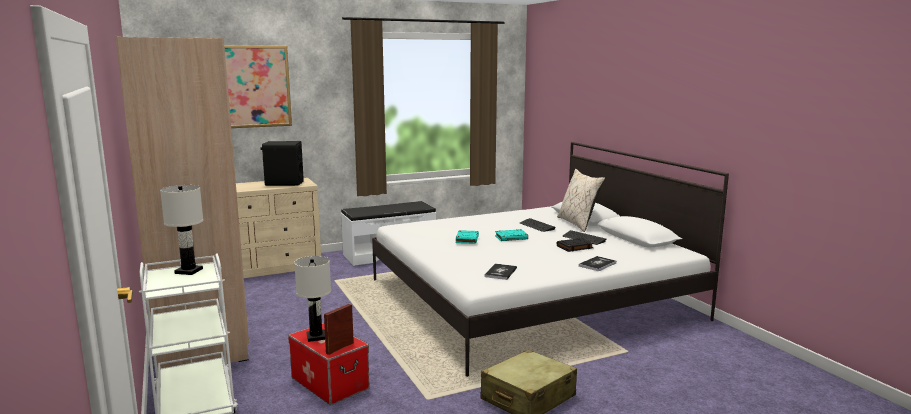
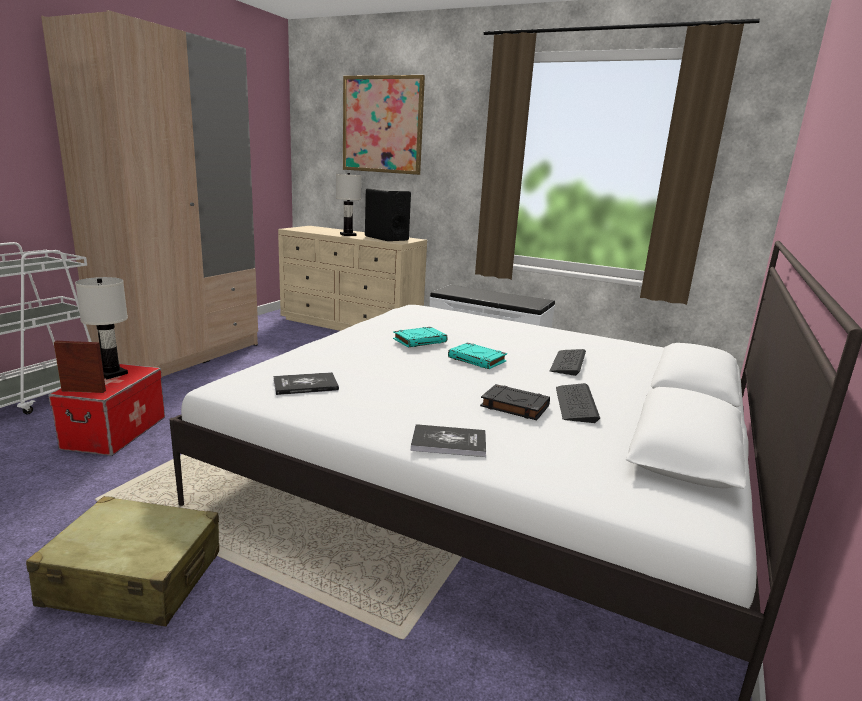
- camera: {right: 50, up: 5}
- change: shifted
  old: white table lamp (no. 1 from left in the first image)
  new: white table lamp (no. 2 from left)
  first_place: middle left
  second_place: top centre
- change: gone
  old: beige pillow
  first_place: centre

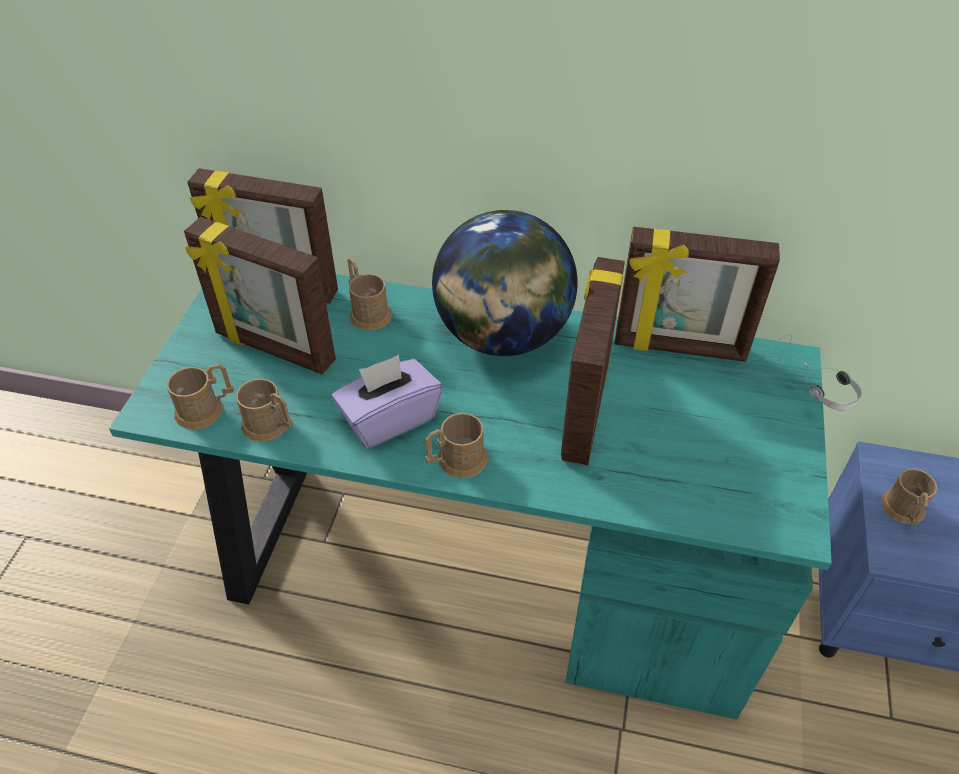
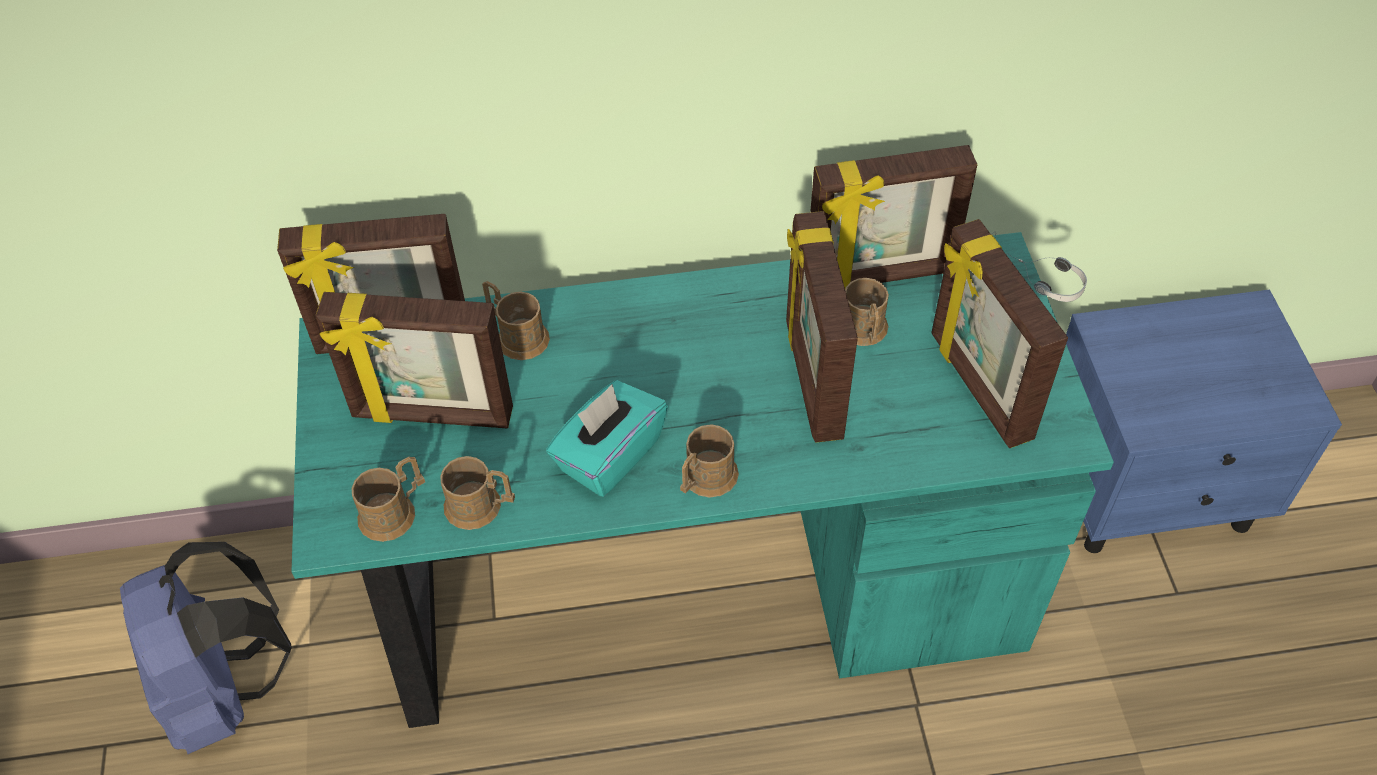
- camera: {right: -20, up: 5}
- change: new
  new: blue backpack
  second_place: bottom left
- change: repainted
  old: purple tissue box
  new: turquoise tissue box
  first_place: centre
  second_place: centre
- change: shifted
  old: brown mug (no. 5 from left)
  first_place: middle right
  second_place: centre
- change: new
  new: picture frame (no. 5 from left)
  second_place: middle right
- change: gone
  old: globe
  first_place: centre

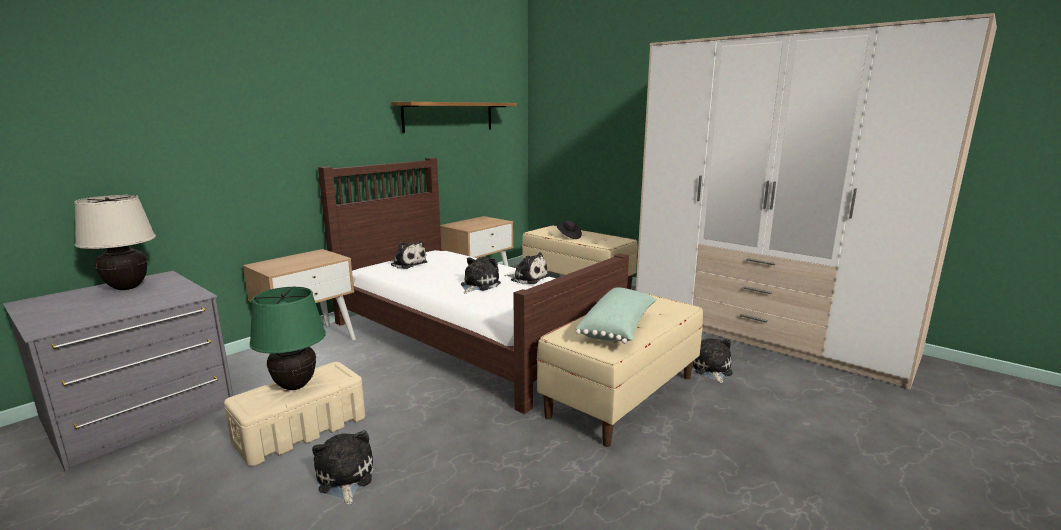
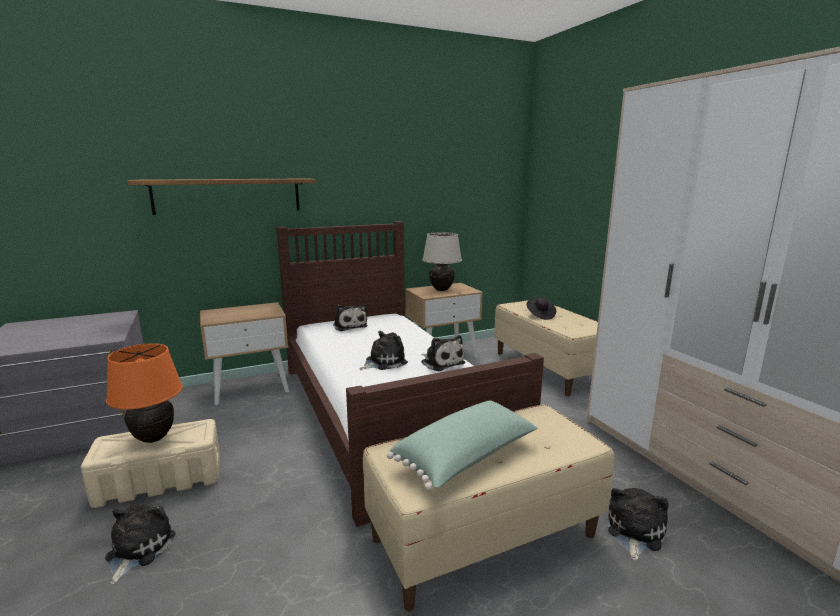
- camera: {right: 25, up: 0}
- change: repainted
  old: green table lamp
  new: orange table lamp
  first_place: middle left
  second_place: middle left
- change: shifted
  old: shelf
  first_place: top centre
  second_place: top left
- change: shifted
  old: beige table lamp
  first_place: middle left
  second_place: centre

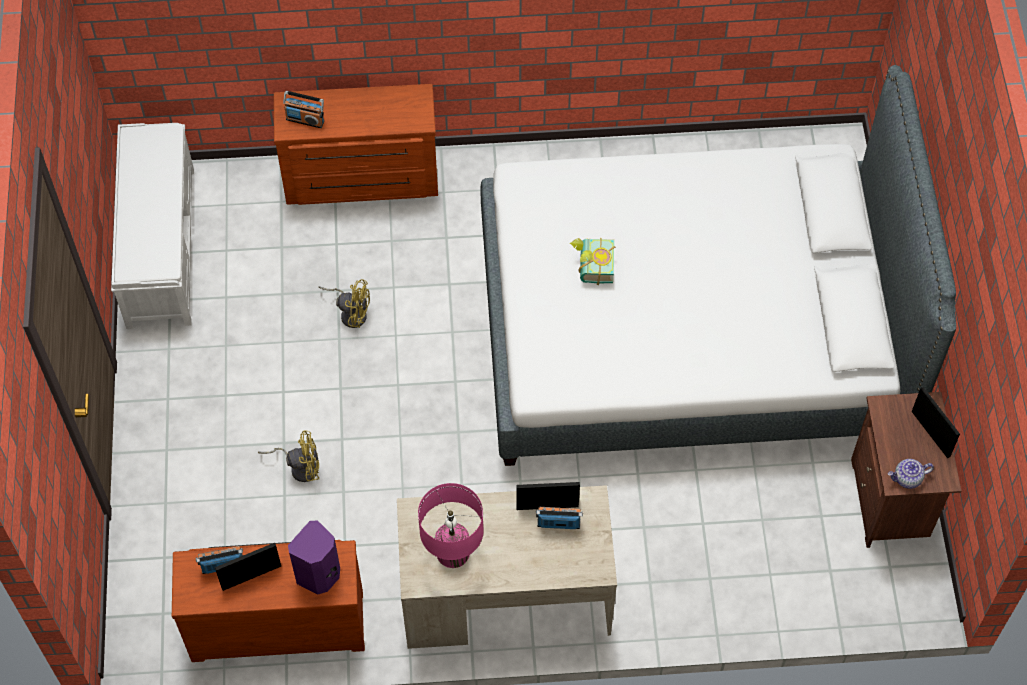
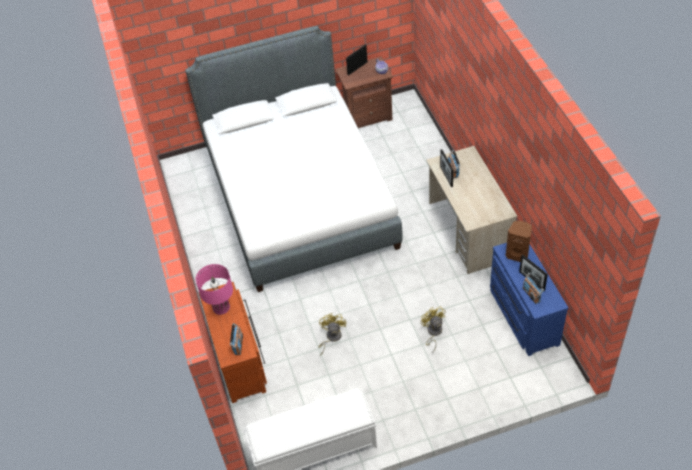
- camera: {right: -100, up: -10}
- change: shifted
  old: pink table lamp
  first_place: bottom centre
  second_place: middle left
- change: repainted
  old: brown dresser (no. 1 from left)
  new: blue dresser
  first_place: bottom left
  second_place: middle right
- change: repainted
  old: purple speaker
  new: brown speaker
  first_place: bottom left
  second_place: middle right
- change: gone
  old: book
  first_place: centre

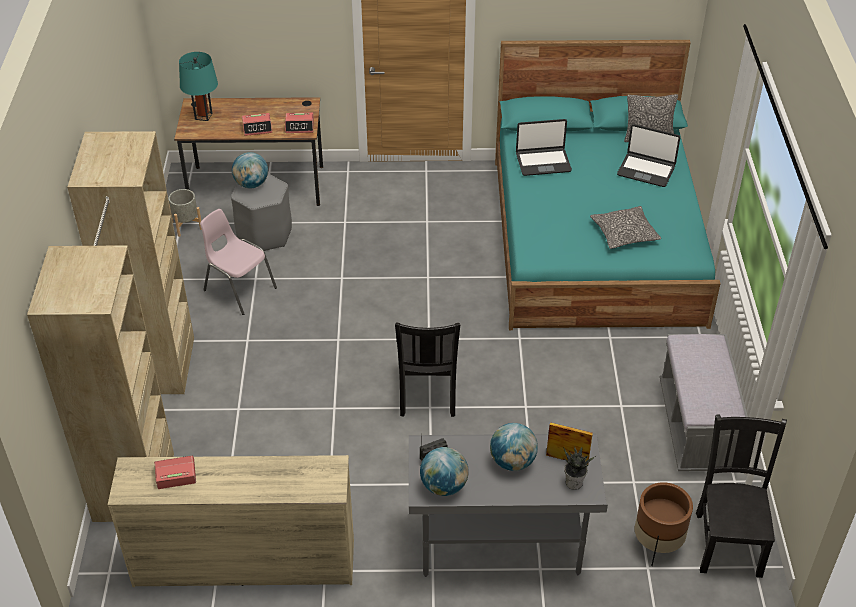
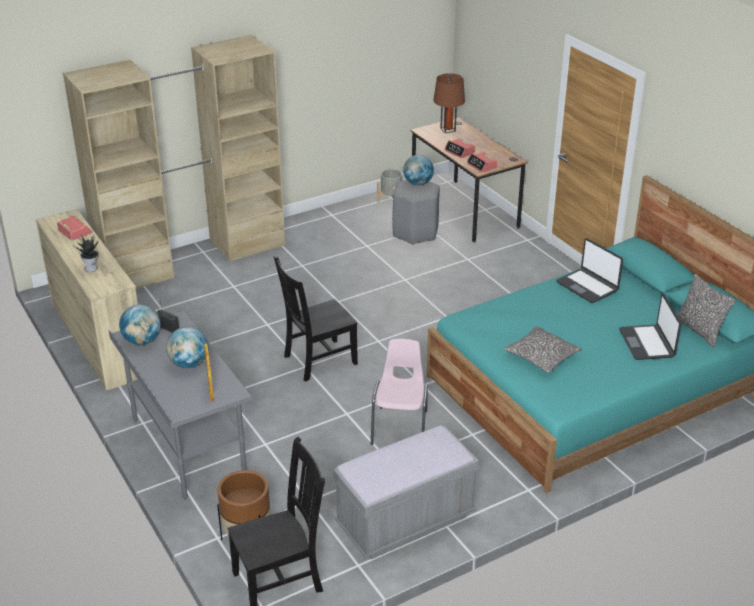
- camera: {right: 60, up: -10}
- change: shifted
  old: potted plant
  first_place: bottom right
  second_place: middle left
- change: shifted
  old: pink chair
  first_place: middle left
  second_place: centre
- change: repainted
  old: turquoise table lamp
  new: brown table lamp
  first_place: top left
  second_place: top centre

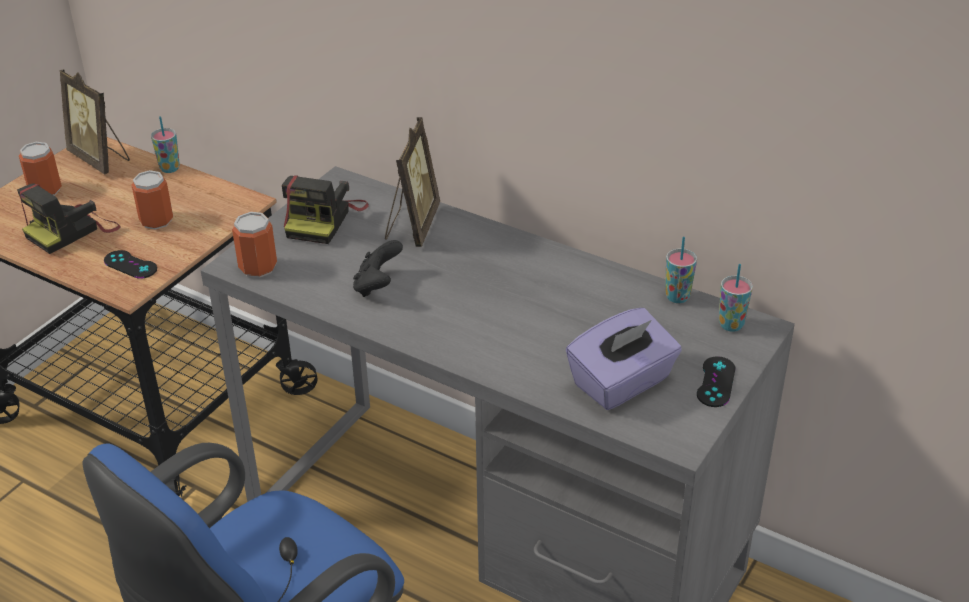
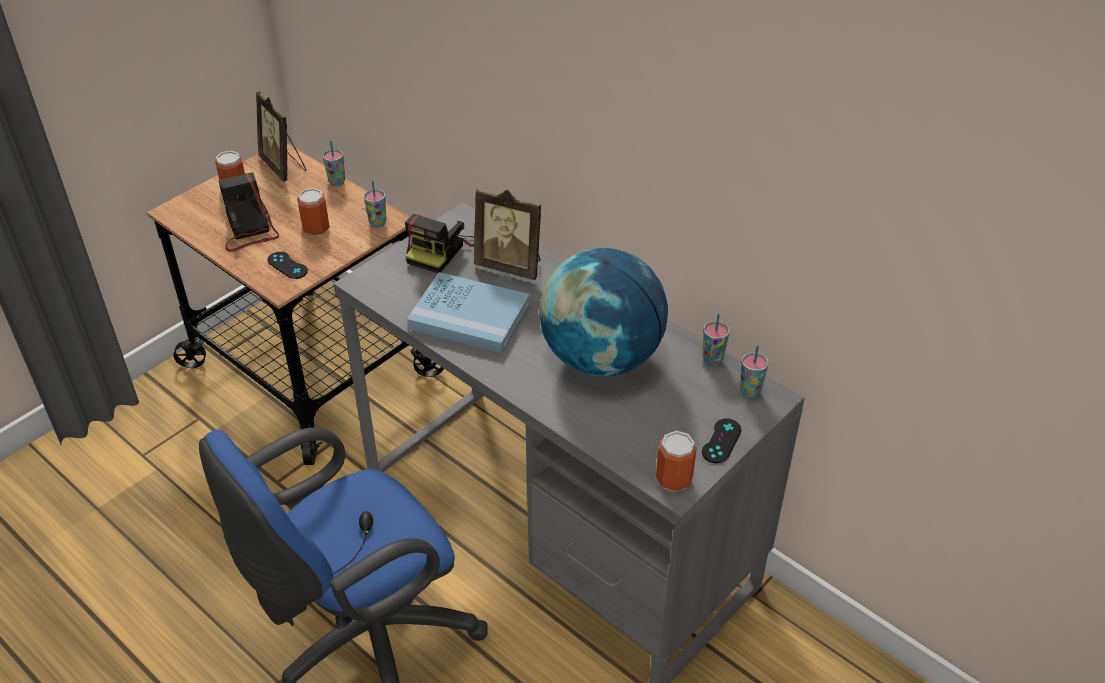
- camera: {right: 10, up: 5}
- change: rotated
  old: photo camera (no. 1 from left)
  first_place: middle left
  second_place: top left
  degrees: 105
- change: new
  new: cup (no. 2 from left)
  second_place: top centre
- change: swapped
  old: black game controller (no. 2 from left)
  new: blue book
  first_place: centre
  second_place: centre
- change: rotated
  old: picture frame (no. 2 from left)
  first_place: top centre
  second_place: centre
  degrees: 90
- change: new
  new: globe
  second_place: centre
- change: shifted
  old: can (no. 3 from left)
  first_place: middle left
  second_place: bottom centre
- change: gone
  old: purple tissue box
  first_place: centre

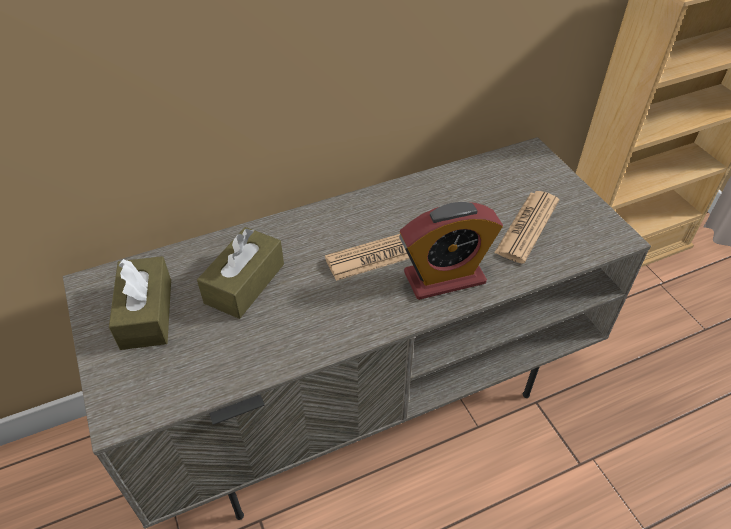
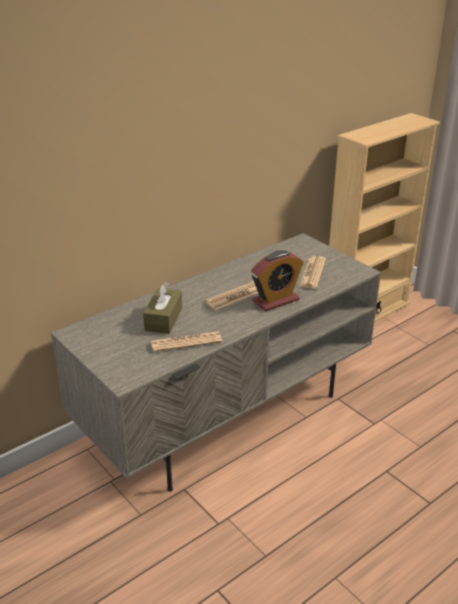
- camera: {right: -15, up: -15}
- change: new
  new: newspaper (no. 1 from left)
  second_place: centre
- change: gone
  old: brown tissue box (no. 1 from left)
  first_place: middle left

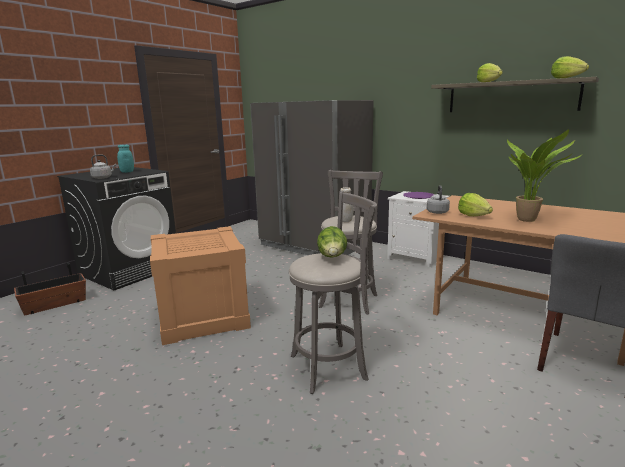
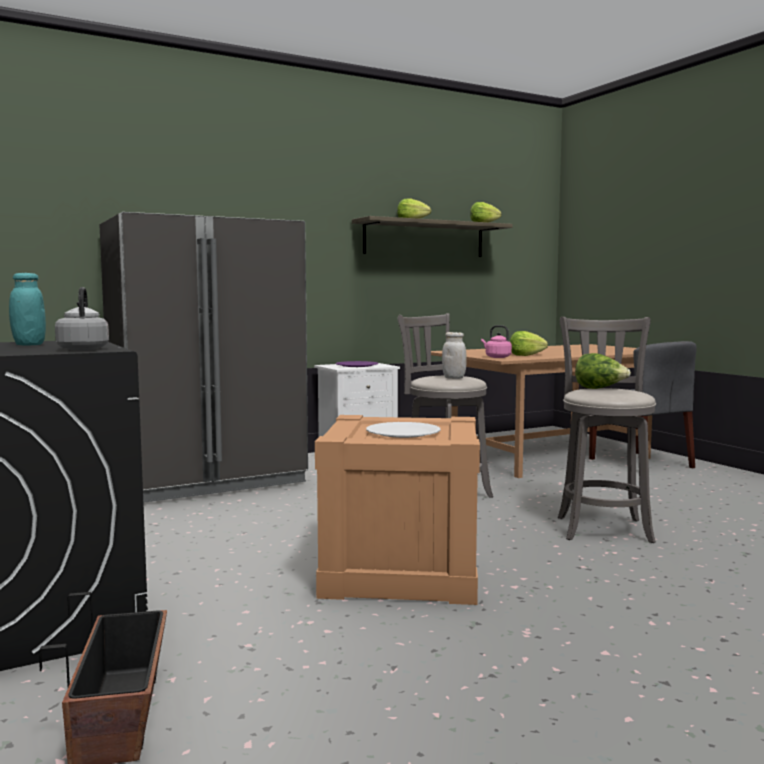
- camera: {right: -65, up: -10}
- change: new
  new: white plate
  second_place: centre
- change: repainted
  old: grey kettle (no. 2 from left)
  new: pink kettle
  first_place: middle right
  second_place: centre
- change: gone
  old: potted plant
  first_place: middle right

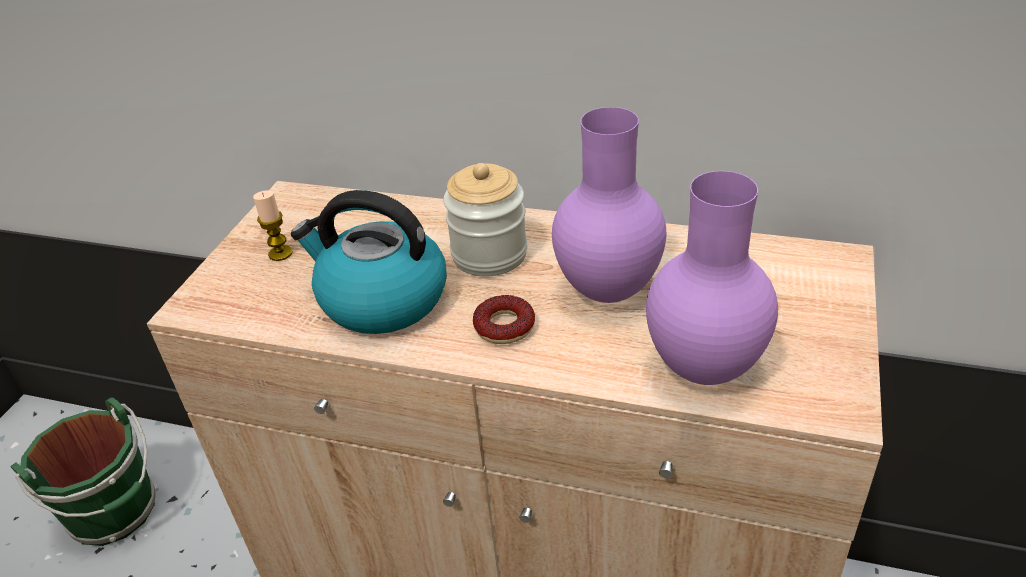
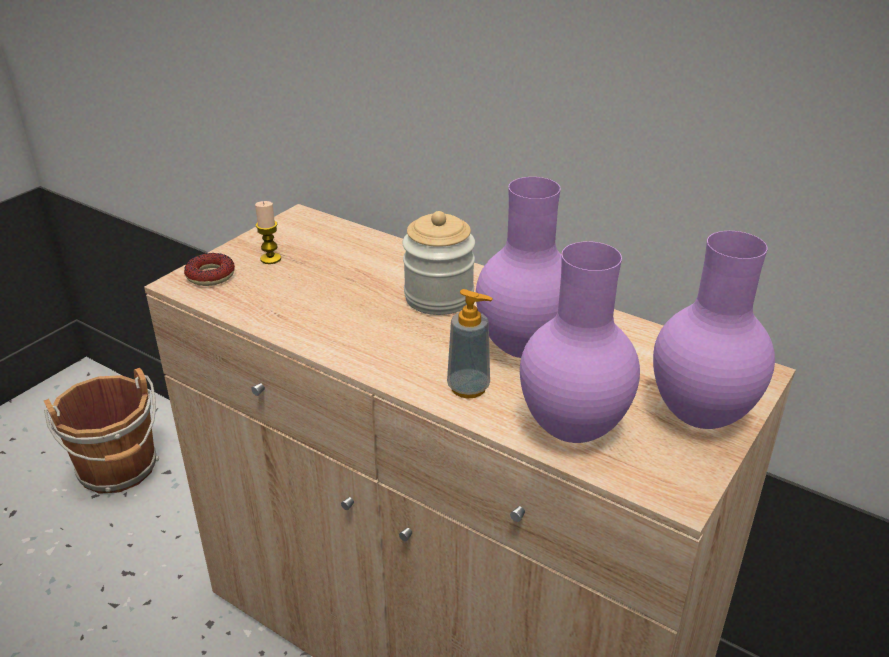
- camera: {right: 15, up: -5}
- change: repainted
  old: green bucket
  new: brown bucket
  first_place: bottom left
  second_place: middle left
- change: shifted
  old: donut
  first_place: centre
  second_place: middle left
- change: new
  new: soap dispenser
  second_place: centre
- change: new
  new: purple vase (no. 3 from left)
  second_place: middle right
- change: gone
  old: kettle
  first_place: centre

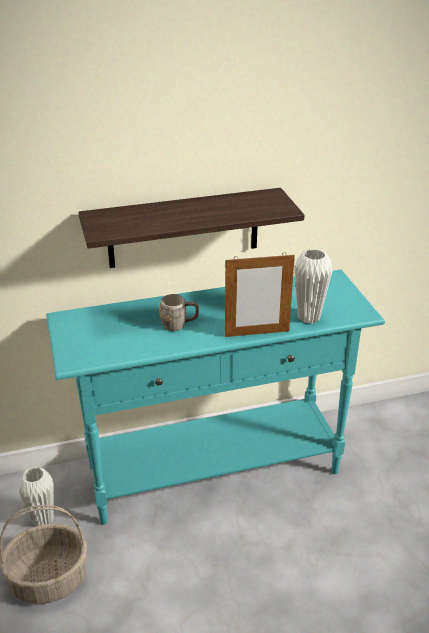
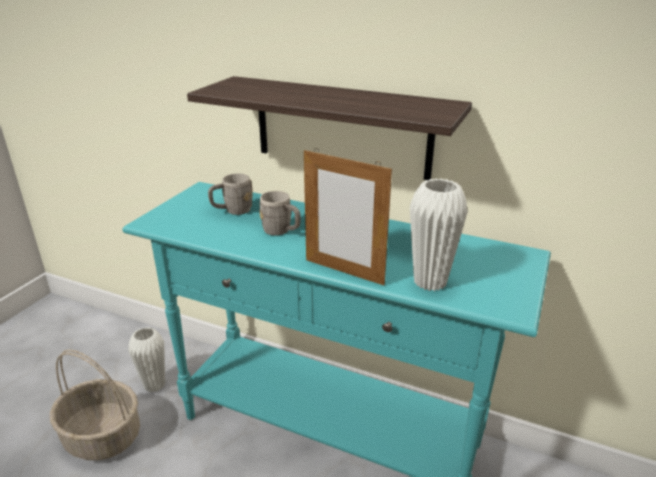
- camera: {right: 40, up: -5}
- change: new
  new: grey mug (no. 1 from left)
  second_place: centre

